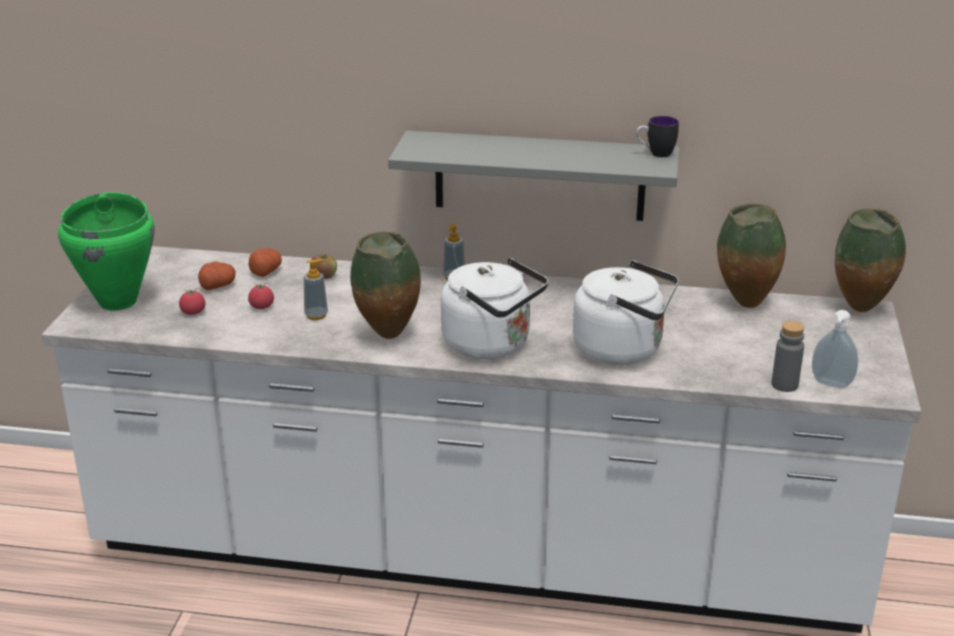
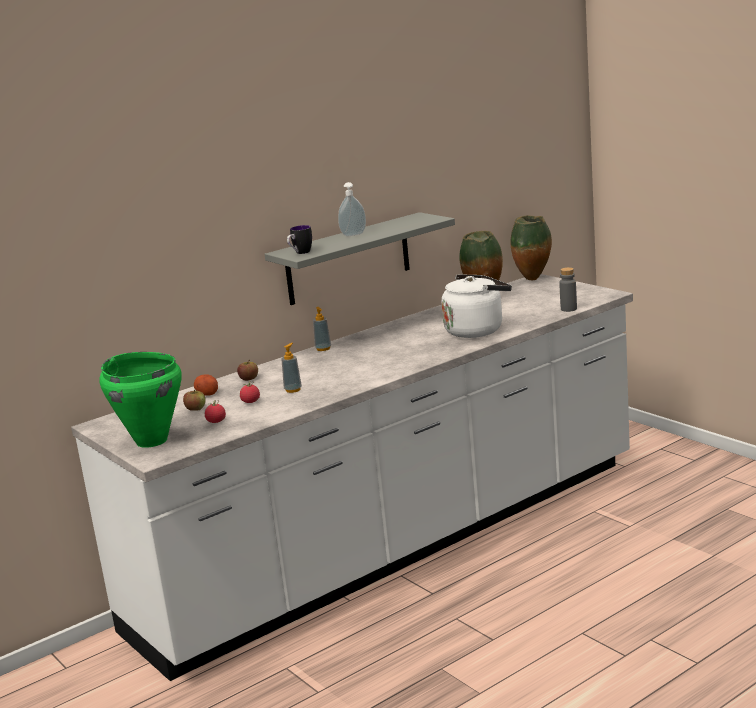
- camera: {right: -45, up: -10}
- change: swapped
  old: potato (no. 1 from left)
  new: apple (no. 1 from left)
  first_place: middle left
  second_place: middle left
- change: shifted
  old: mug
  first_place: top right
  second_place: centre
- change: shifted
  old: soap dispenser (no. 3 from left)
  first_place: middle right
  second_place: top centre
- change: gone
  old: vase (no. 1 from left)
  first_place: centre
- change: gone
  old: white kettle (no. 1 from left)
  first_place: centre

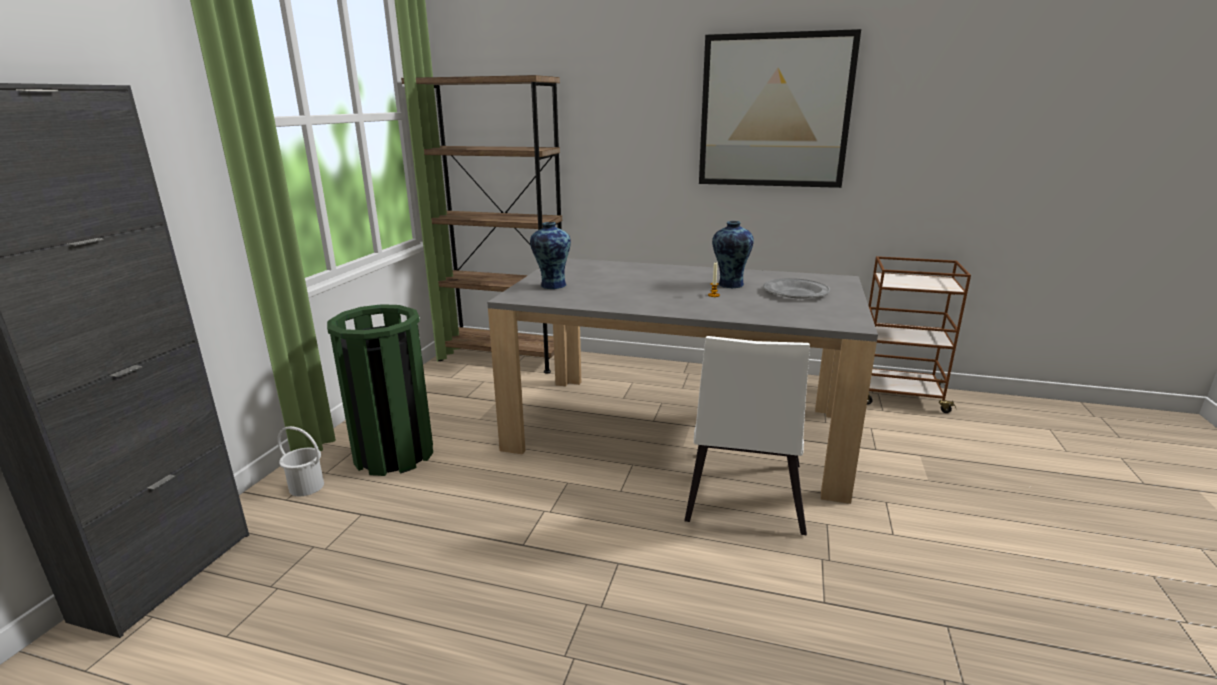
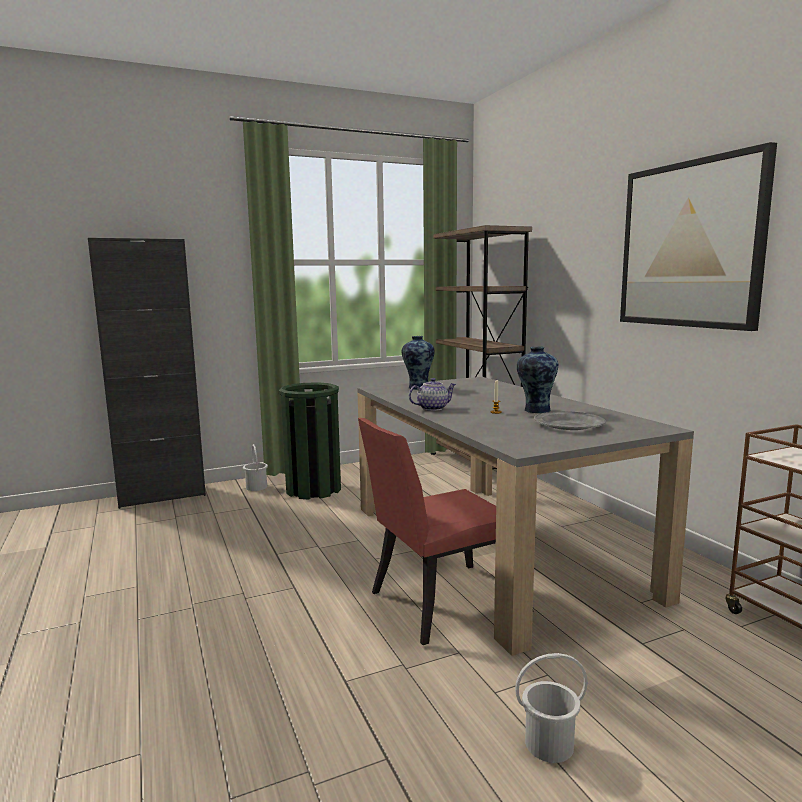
- camera: {right: 50, up: -10}
- change: repainted
  old: white chair
  new: red chair
  first_place: centre
  second_place: centre
- change: new
  new: teapot
  second_place: centre
- change: new
  new: white bucket (no. 2 from left)
  second_place: bottom right

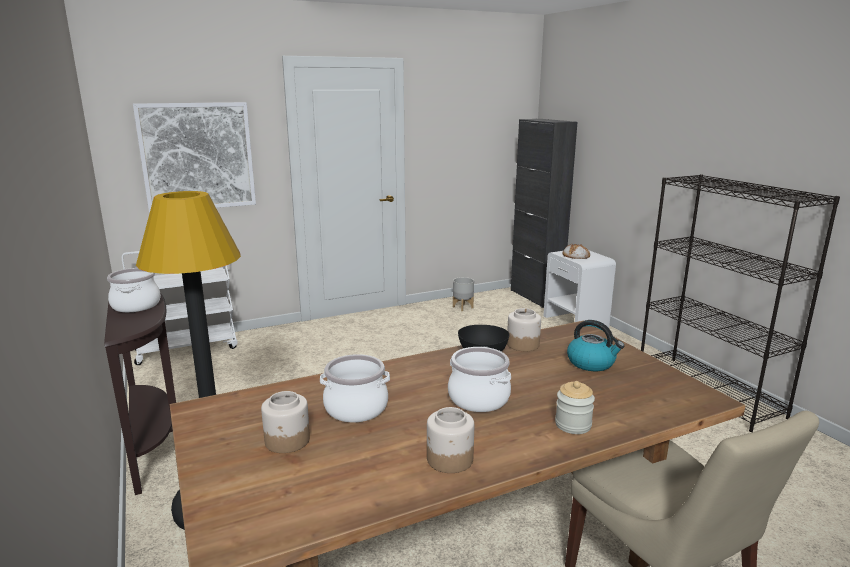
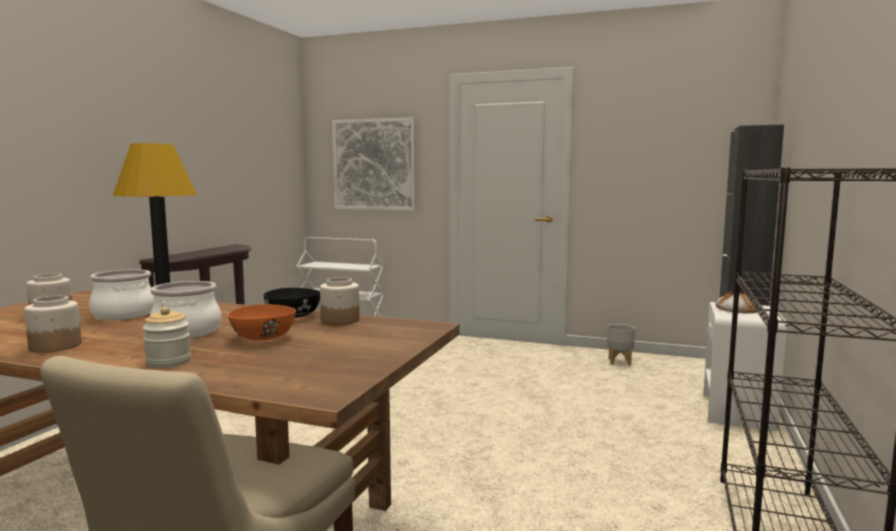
- camera: {right: 45, up: -10}
- change: new
  new: orange bowl
  second_place: middle left
- change: gone
  old: cooking pot (no. 1 from left)
  first_place: middle left
- change: gone
  old: kettle
  first_place: middle right

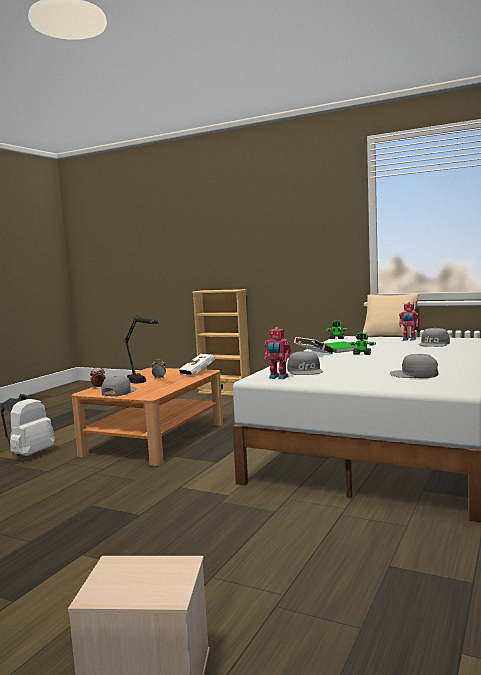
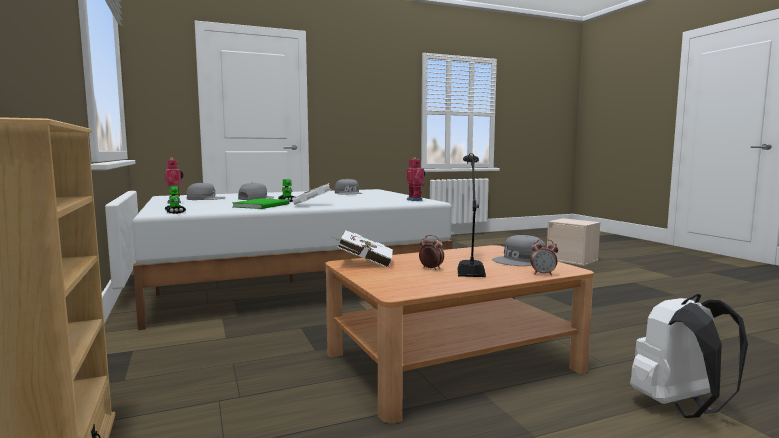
- camera: {right: -140, up: 0}
- change: shifted
  old: grey cap (no. 2 from left)
  first_place: centre
  second_place: middle left
- change: gone
  old: beige pillow
  first_place: middle right

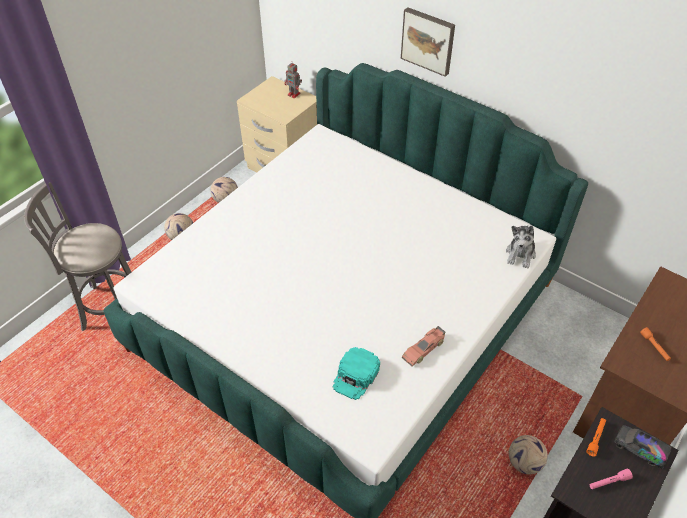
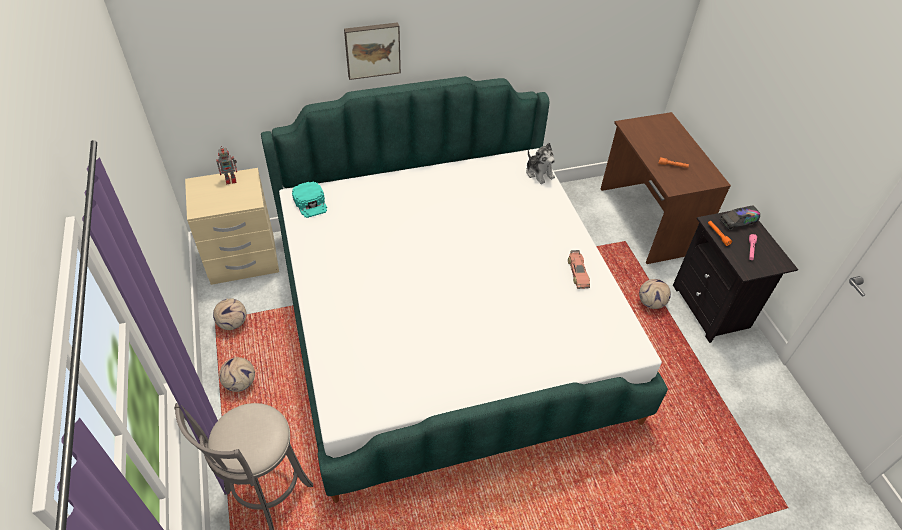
- camera: {right: -55, up: 0}
- change: shifted
  old: turquoise cap
  first_place: bottom centre
  second_place: centre

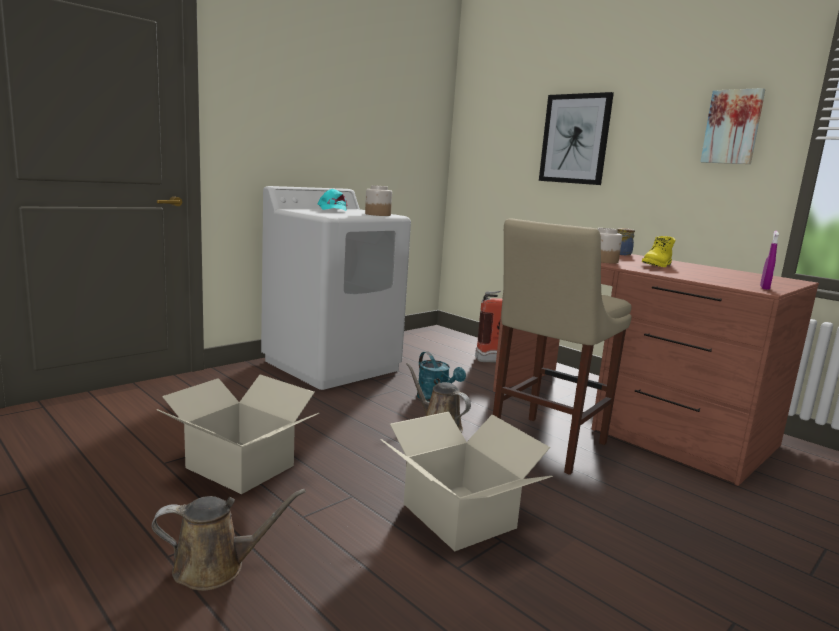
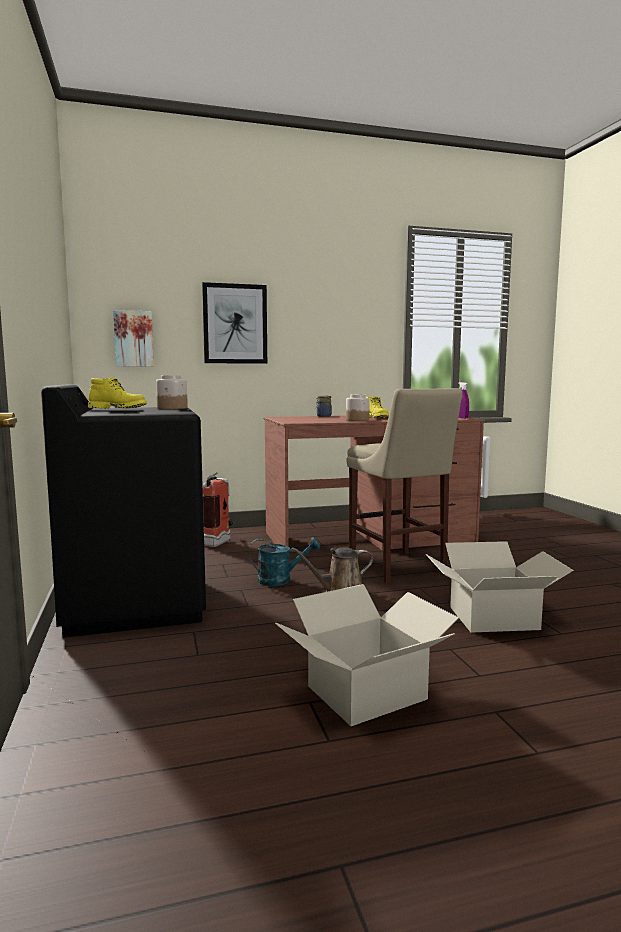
- camera: {right: -60, up: -5}
- change: repainted
  old: white washing machine
  new: black washing machine
  first_place: centre
  second_place: middle left
- change: swapped
  old: turquoise cap
  new: yellow boot (no. 1 from left)
  first_place: top centre
  second_place: middle left
- change: shifted
  old: picture (no. 2 from left in the first image)
  new: picture (no. 1 from left)
  first_place: top right
  second_place: middle left
- change: gone
  old: brown watering can (no. 1 from left)
  first_place: bottom left

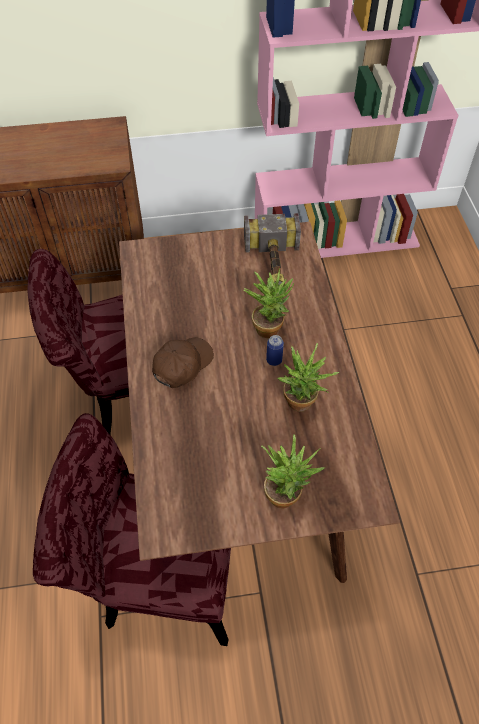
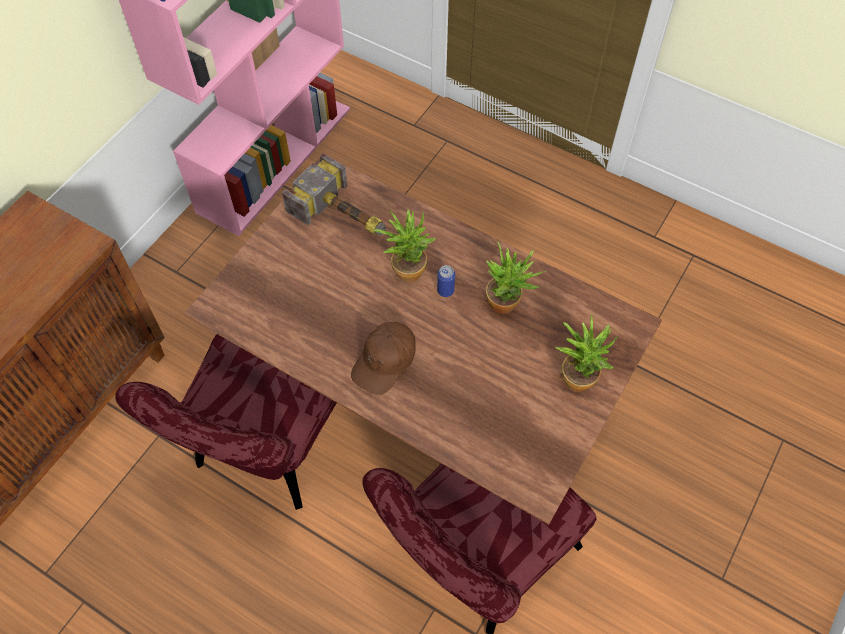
- camera: {right: -50, up: 5}
- change: rotated
  old: brown cap
  first_place: centre
  second_place: centre
  degrees: -135

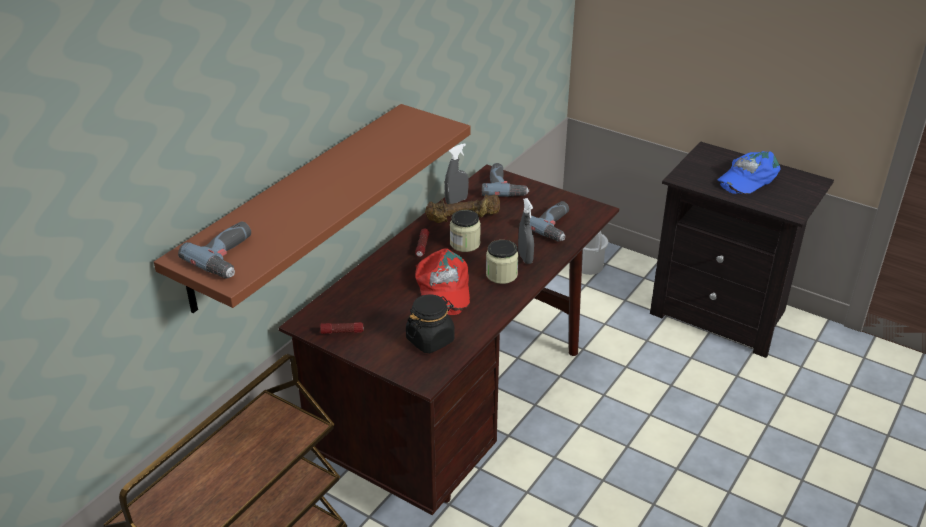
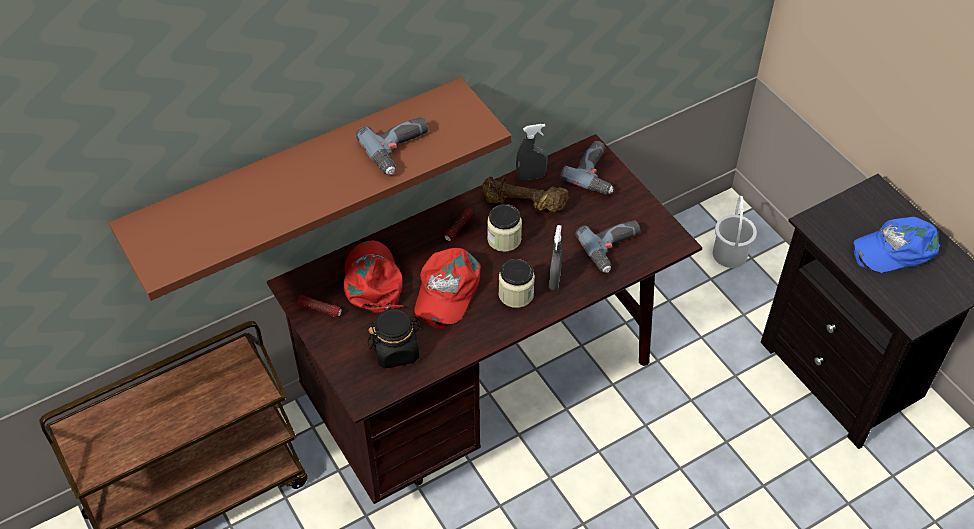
- camera: {right: 25, up: 15}
- change: new
  new: red cap (no. 1 from left)
  second_place: centre
- change: shifted
  old: power drill (no. 1 from left)
  first_place: middle left
  second_place: top centre

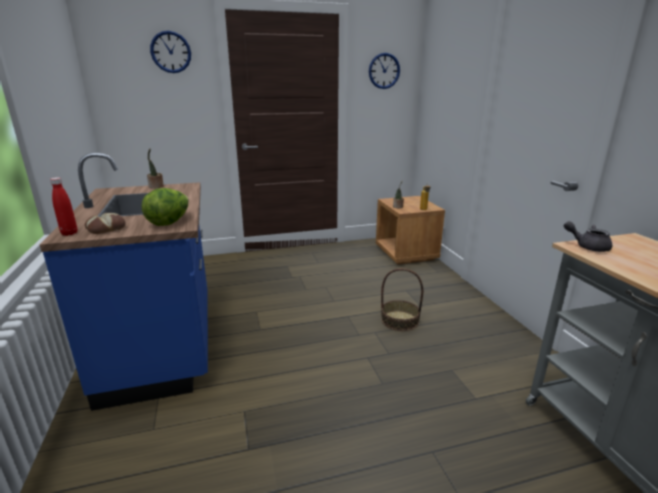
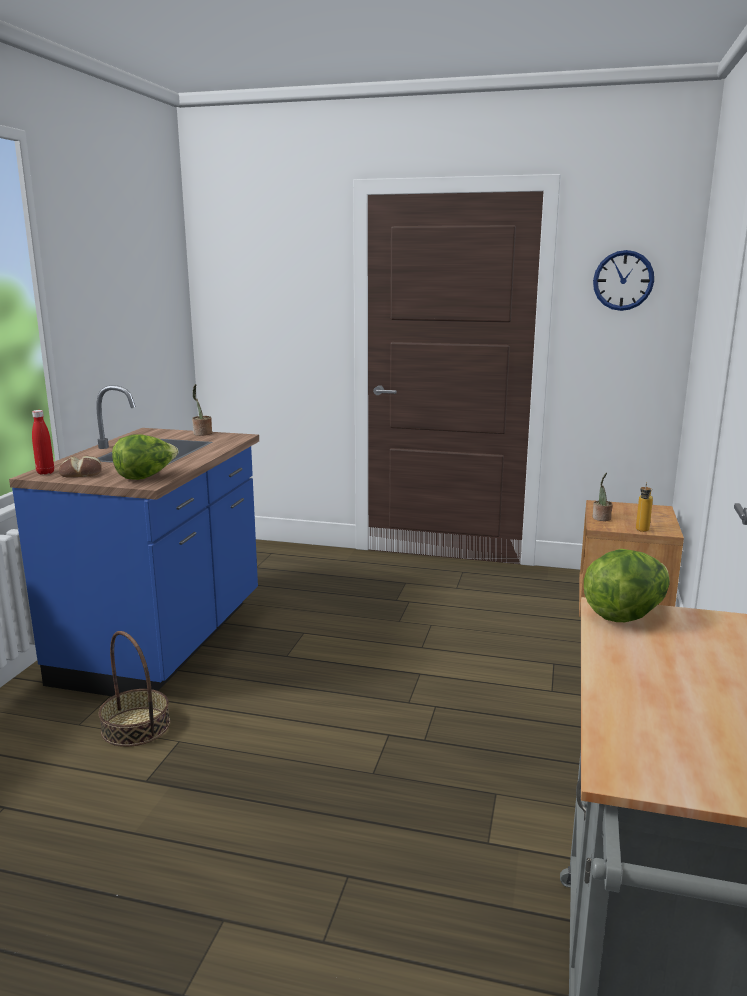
- camera: {right: 30, up: -5}
- change: shifted
  old: basket
  first_place: centre
  second_place: bottom left
- change: swapped
  old: grey teapot
  new: lettuce (no. 2 from left)
  first_place: middle right
  second_place: middle right
- change: gone
  old: wall clock (no. 1 from left)
  first_place: top left

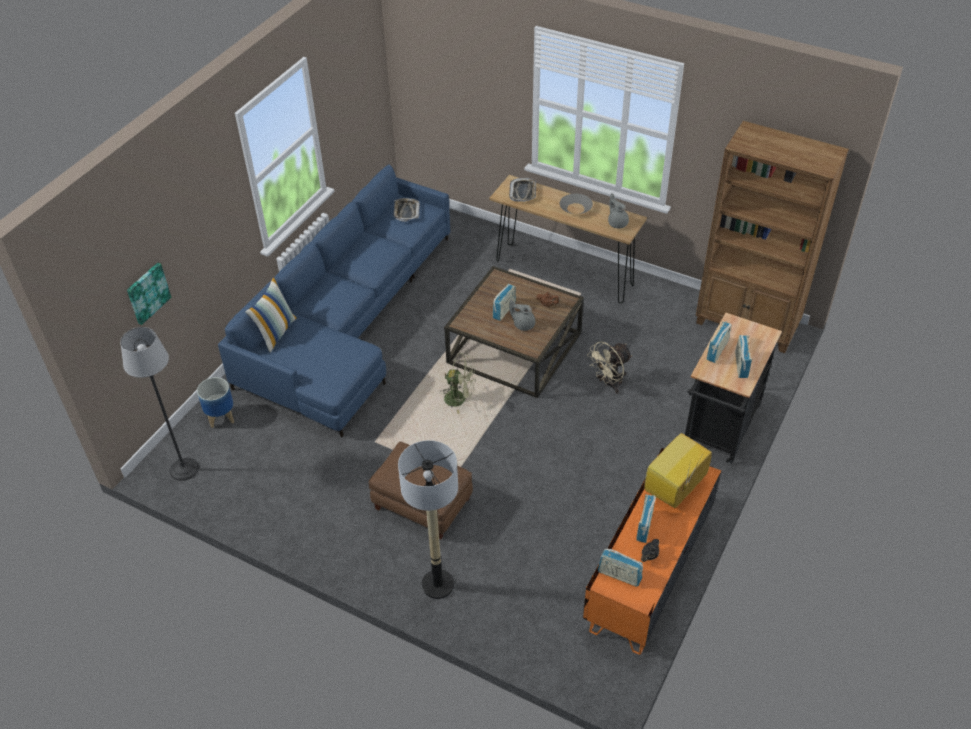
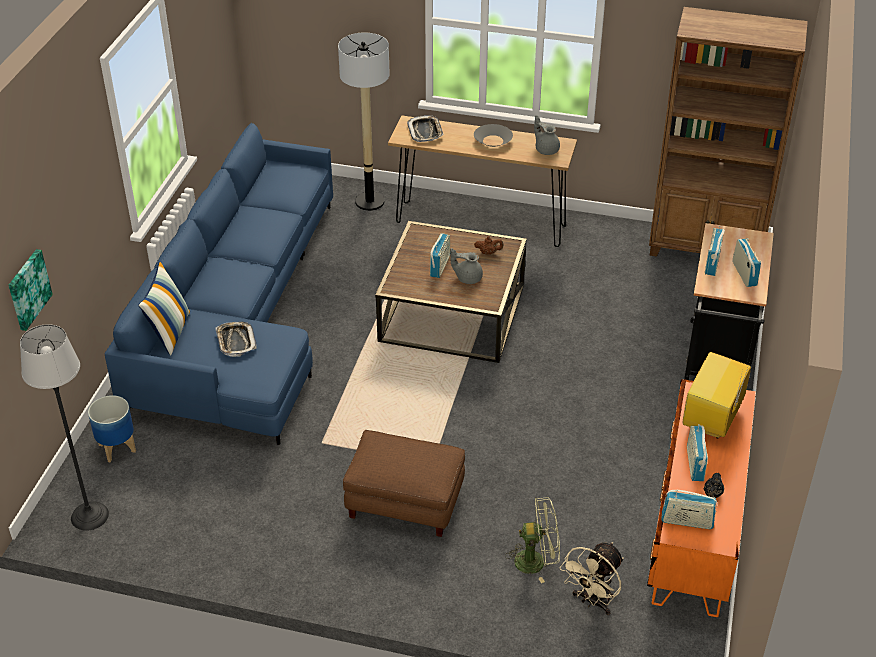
- camera: {right: -15, up: -5}
- change: shifted
  old: tray (no. 1 from left)
  first_place: top centre
  second_place: middle left
- change: shifted
  old: floor lamp (no. 2 from left)
  first_place: bottom centre
  second_place: top centre
- change: shifted
  old: green fan
  first_place: centre
  second_place: bottom centre
- change: shifted
  old: beige fan
  first_place: centre
  second_place: bottom right

